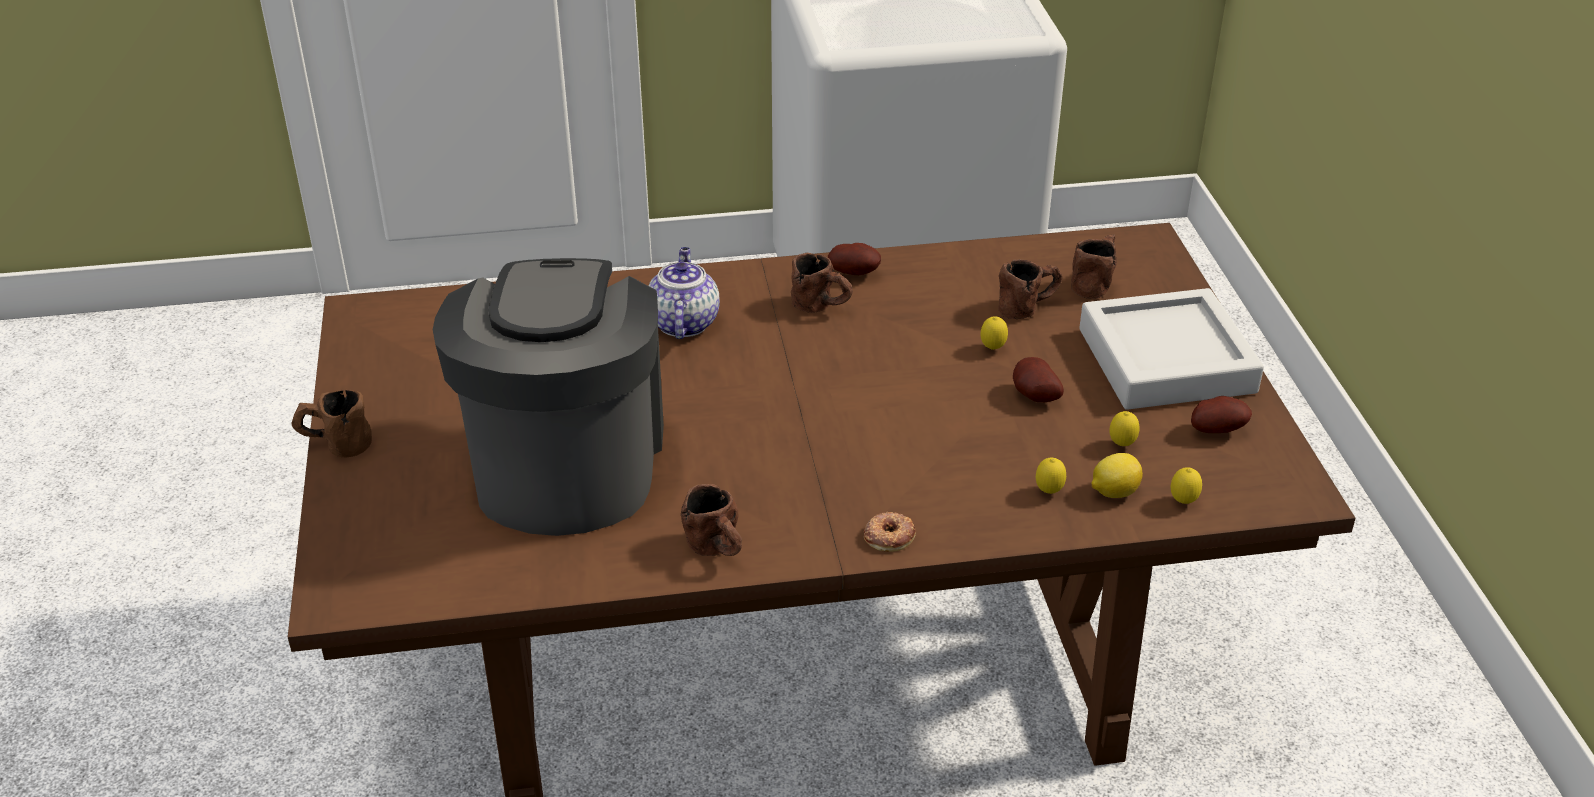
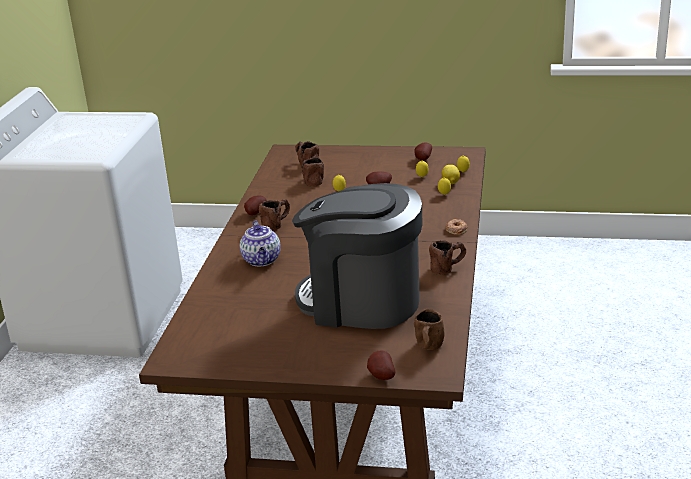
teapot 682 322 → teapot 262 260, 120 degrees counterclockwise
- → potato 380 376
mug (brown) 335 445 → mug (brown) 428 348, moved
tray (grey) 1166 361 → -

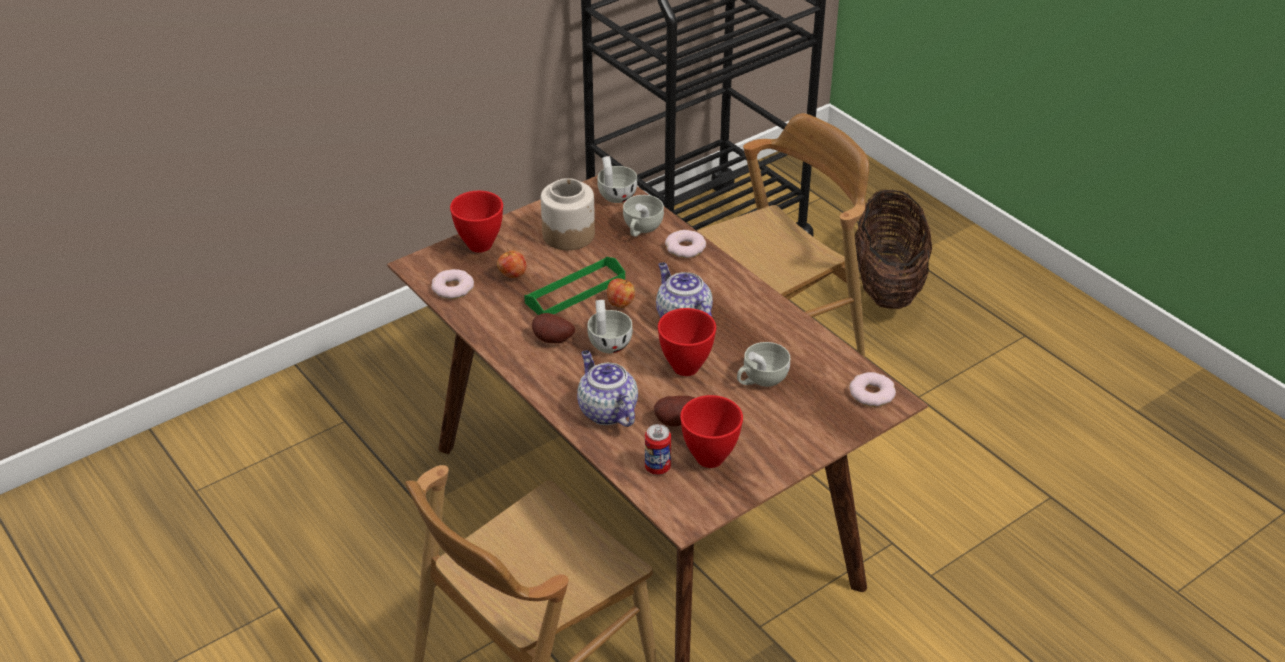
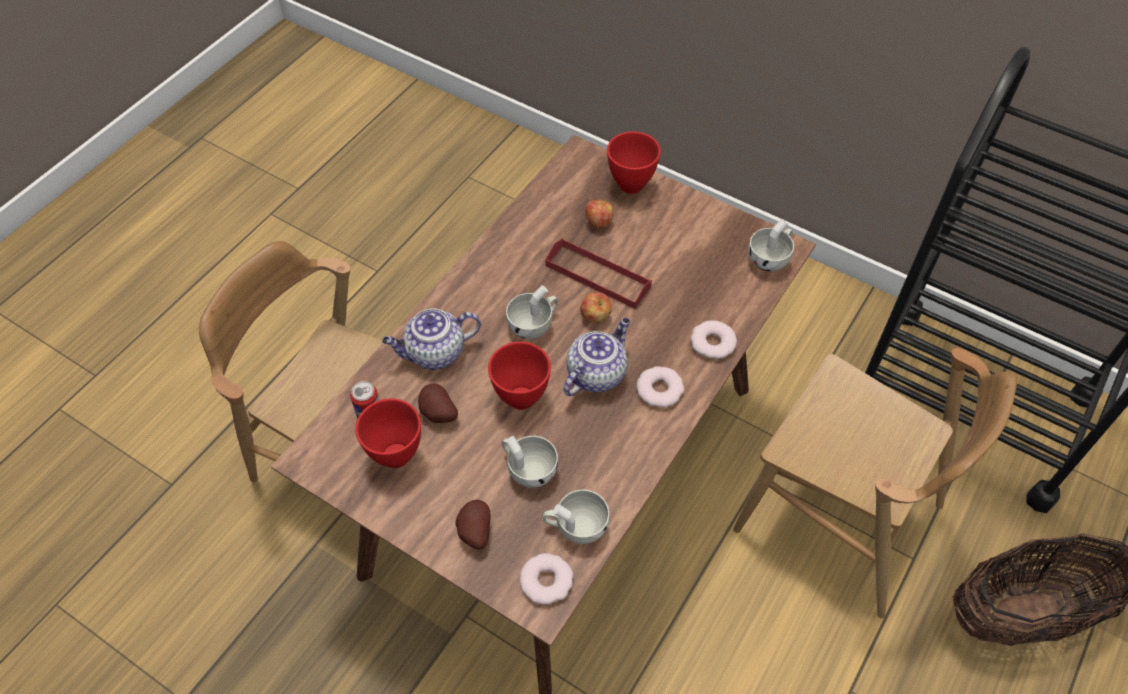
teapot 606 411 → teapot 434 353, 150 degrees counterclockwise
potato 552 341 → potato 473 532, moved
cup (white) 641 229 → cup (white) 575 526, moved
tray (green) 575 291 → tray (red) 597 276
donut 452 288 → donut 659 390, moved
jar 568 234 → -

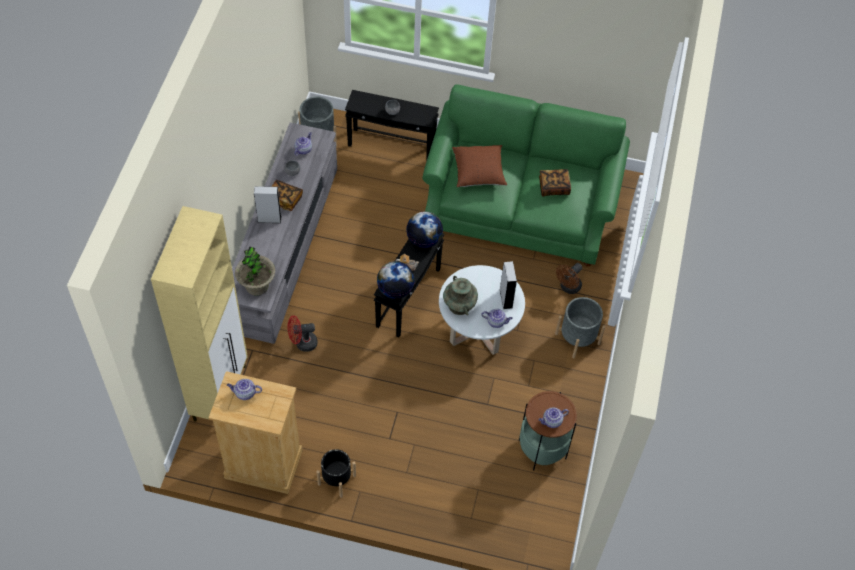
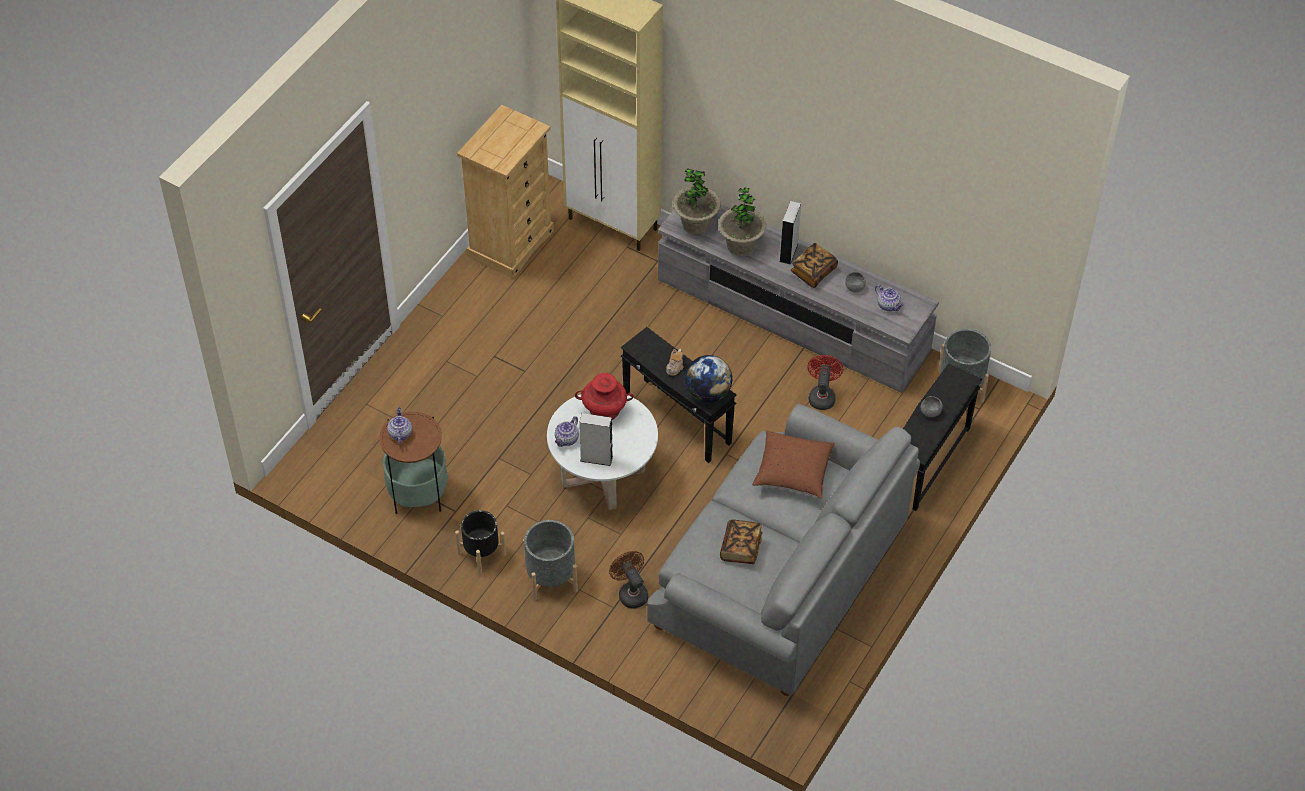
planter (black) 337 479 → planter (black) 482 554, moved
vase (turquoise) 459 305 → vase (red) 604 410
sofa (green) 520 207 → sofa (grey) 779 578
- → potted plant 741 245
fan (red) 302 343 → fan (red) 822 396, moved
teapot 245 393 → -
globe 395 290 → -

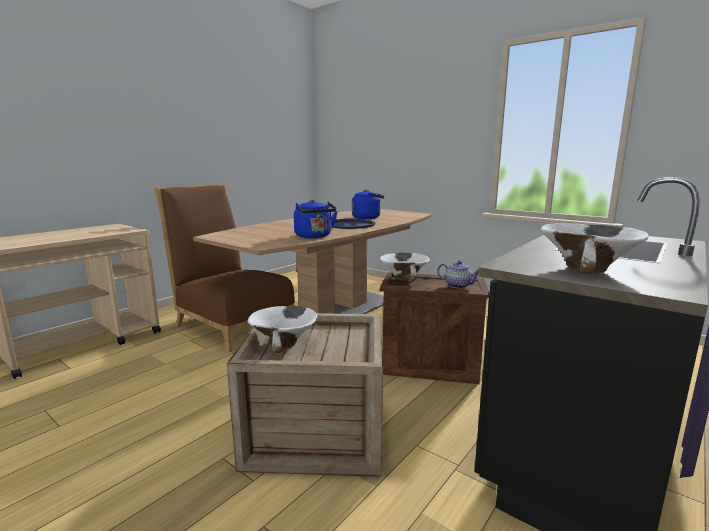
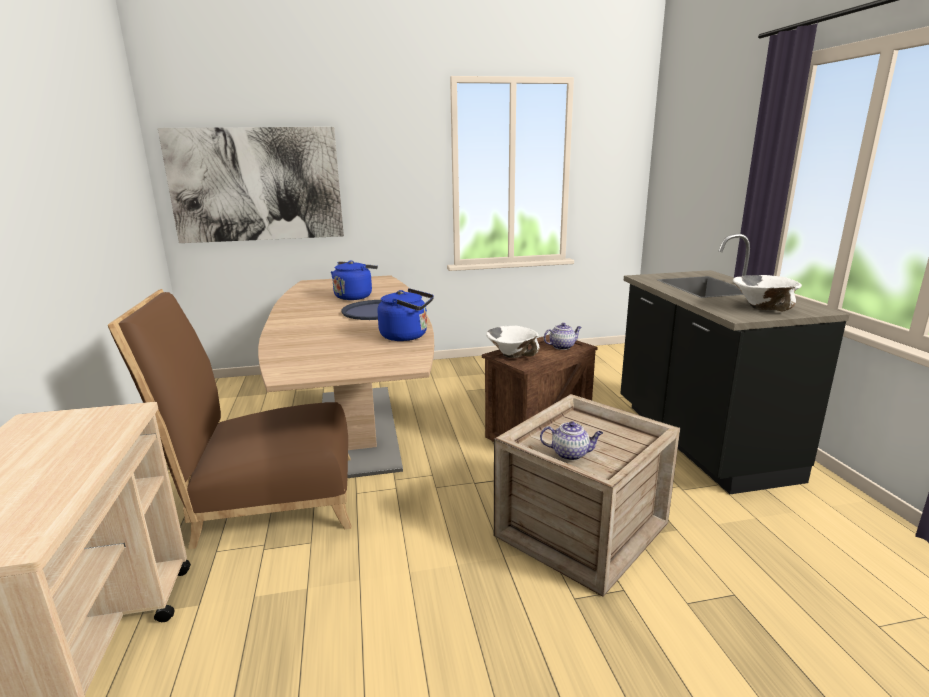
- → picture 256 185
bowl (white) 284 343 → teapot 571 454

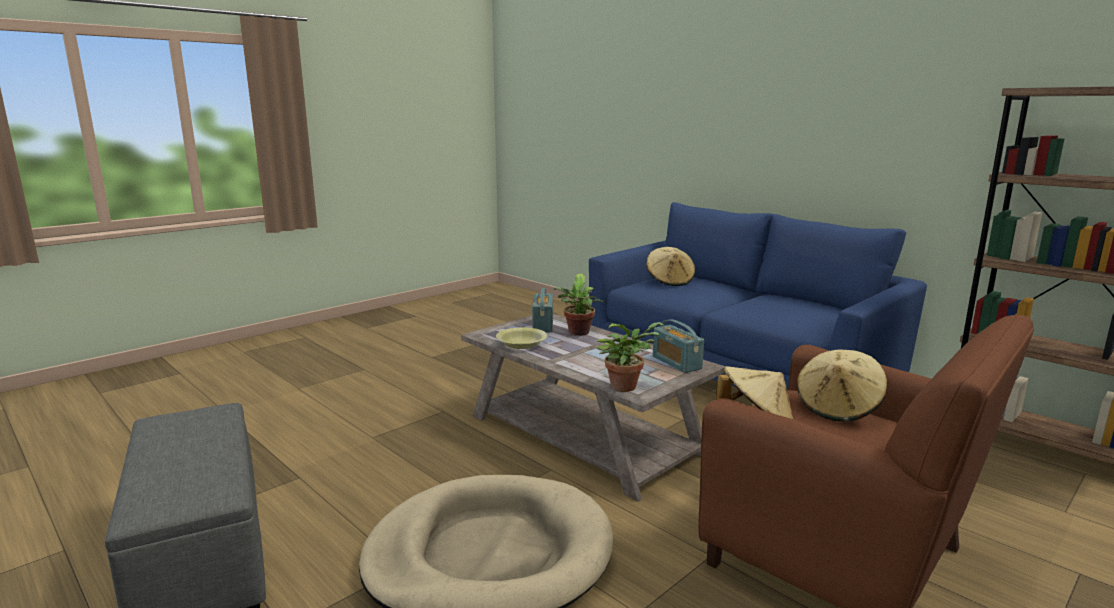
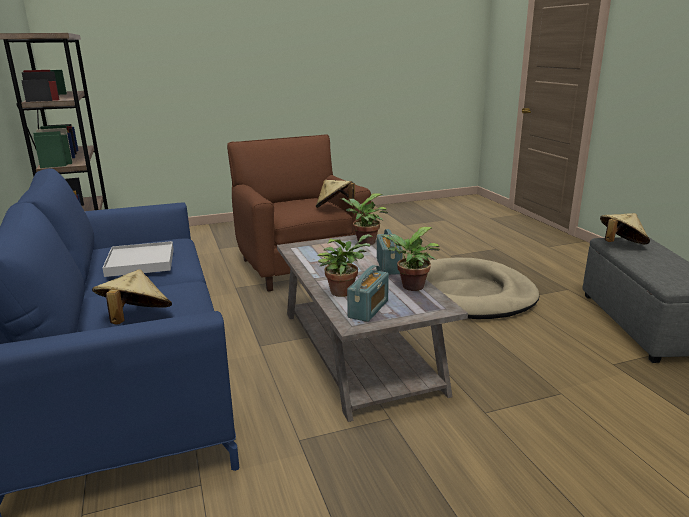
- → tray (white) 140 262
radio 676 363 → radio 389 266, moved
bowl (yellow) 521 344 → potted plant 410 287
hat (beige) 838 408 → hat (beige) 621 245, moved

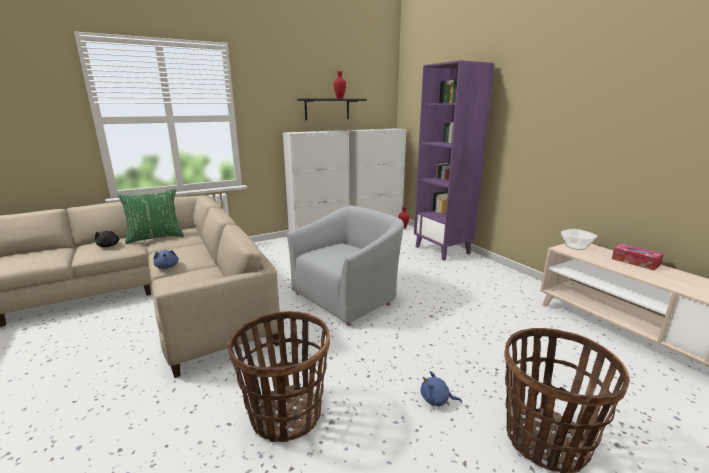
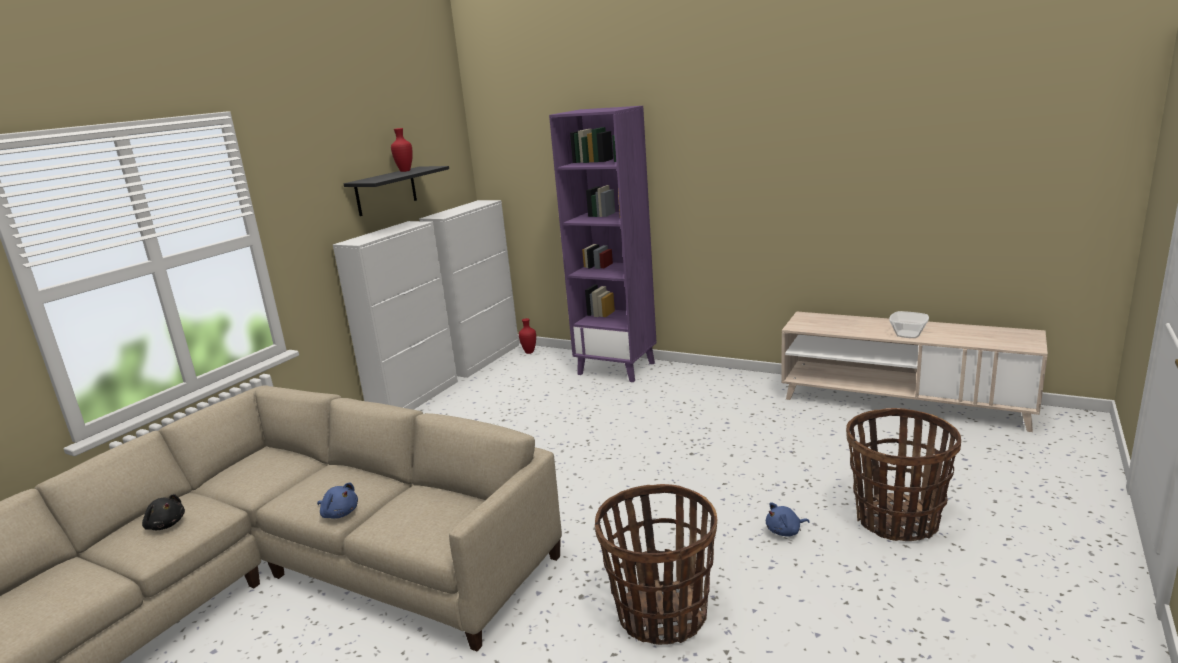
bowl 576 247 → bowl 907 334, moved
pillow (green) 155 238 → -
armchair (grey) 347 296 → -
tissue box 635 262 → -

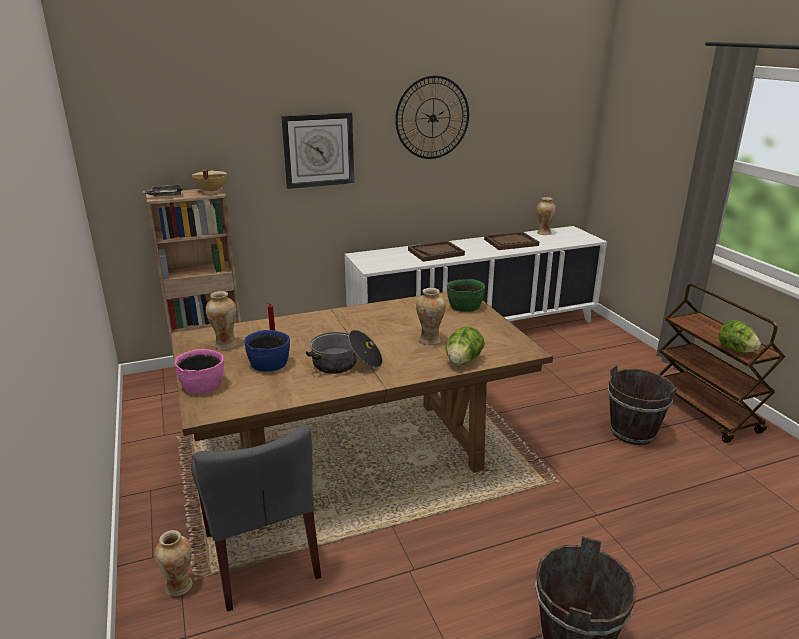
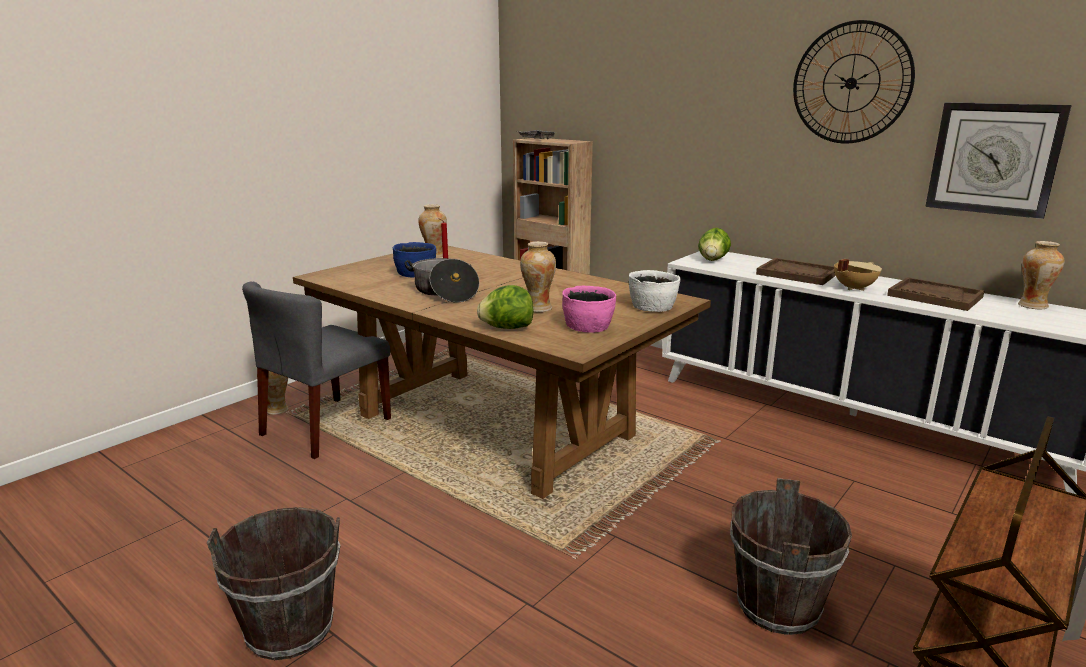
bowl (pink) 203 385 → bowl (pink) 589 326, moved
bowl (green) 464 306 → bowl (white) 652 306
lettuce 735 350 → lettuce 713 260, moved
cooking pot (beige) 210 191 → cooking pot (beige) 853 288, moved
wall clock 318 150 → wall clock 994 159, moved

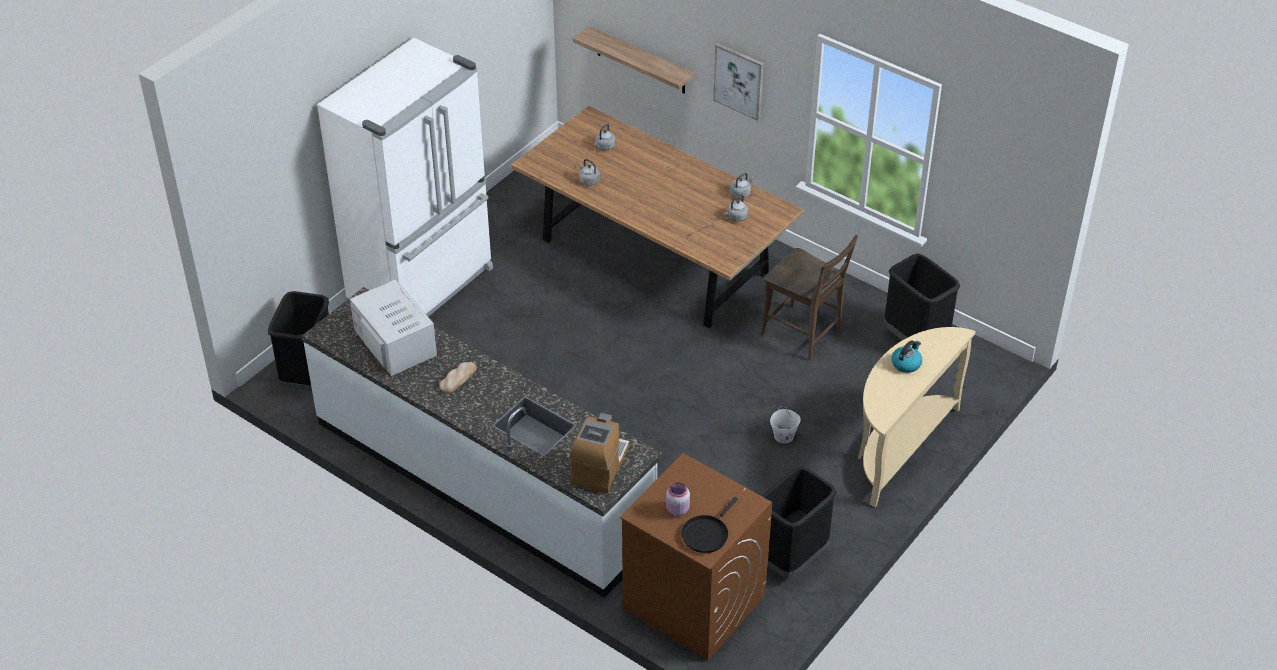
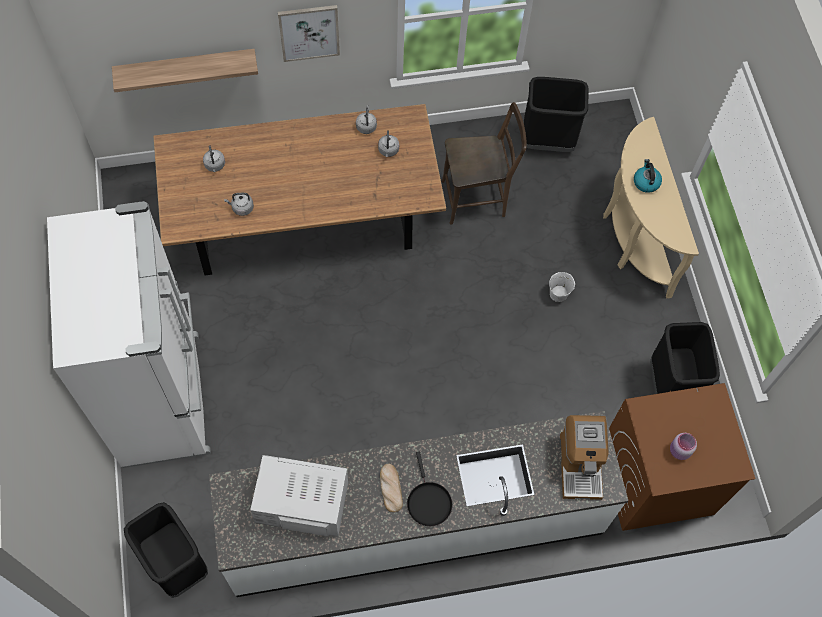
frying pan (black) 706 534 → frying pan (black) 428 501, moved
coffee machine 599 466 → coffee machine 580 464, 150 degrees counterclockwise

